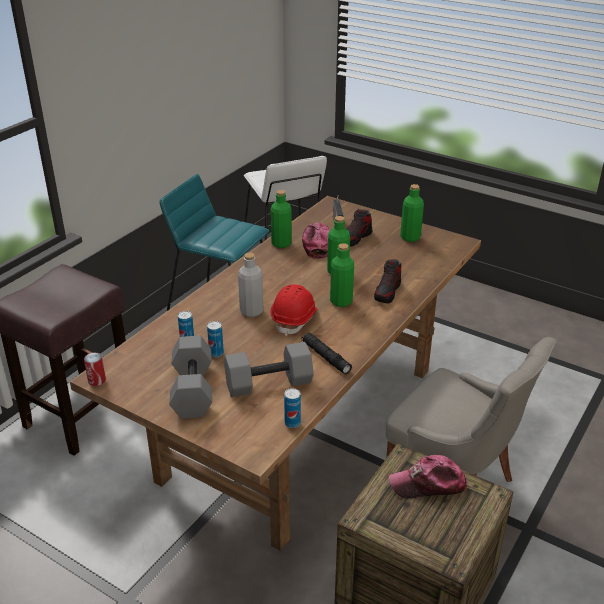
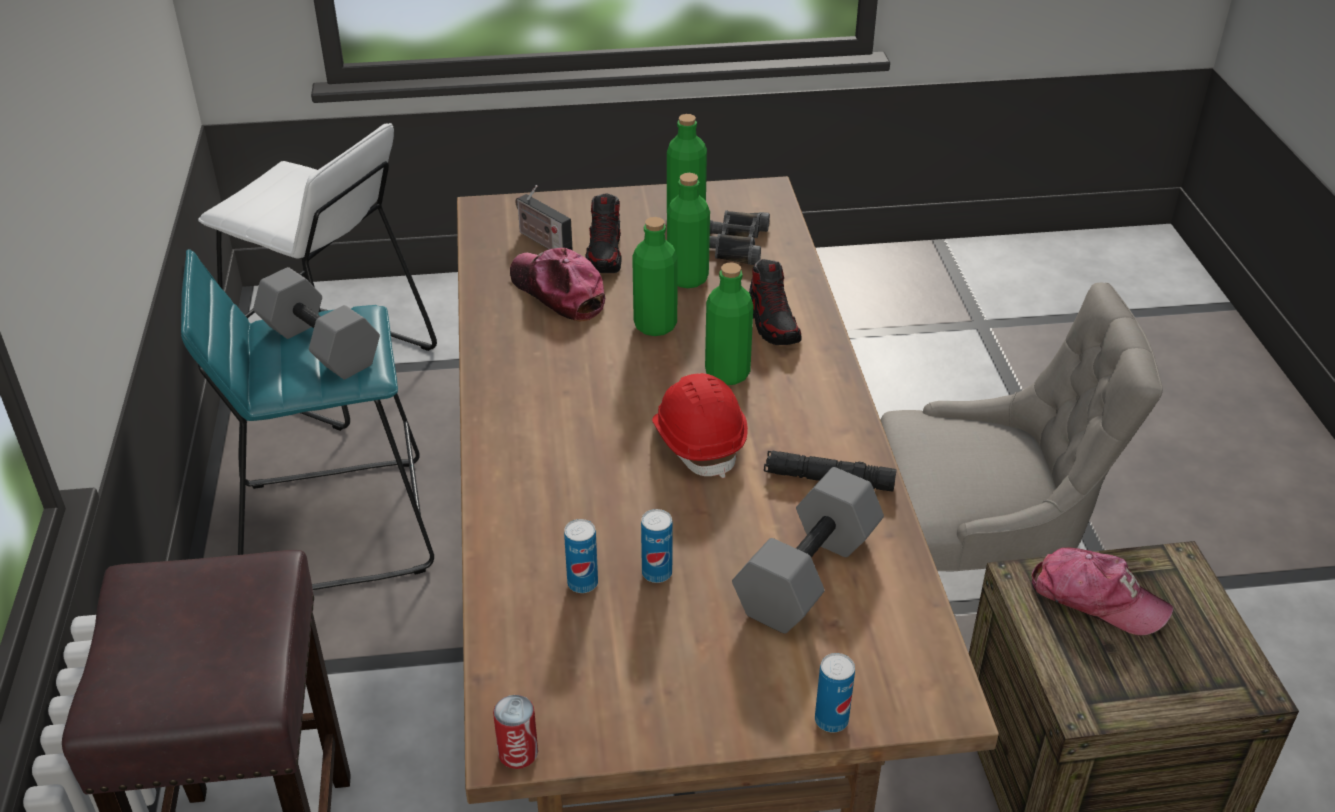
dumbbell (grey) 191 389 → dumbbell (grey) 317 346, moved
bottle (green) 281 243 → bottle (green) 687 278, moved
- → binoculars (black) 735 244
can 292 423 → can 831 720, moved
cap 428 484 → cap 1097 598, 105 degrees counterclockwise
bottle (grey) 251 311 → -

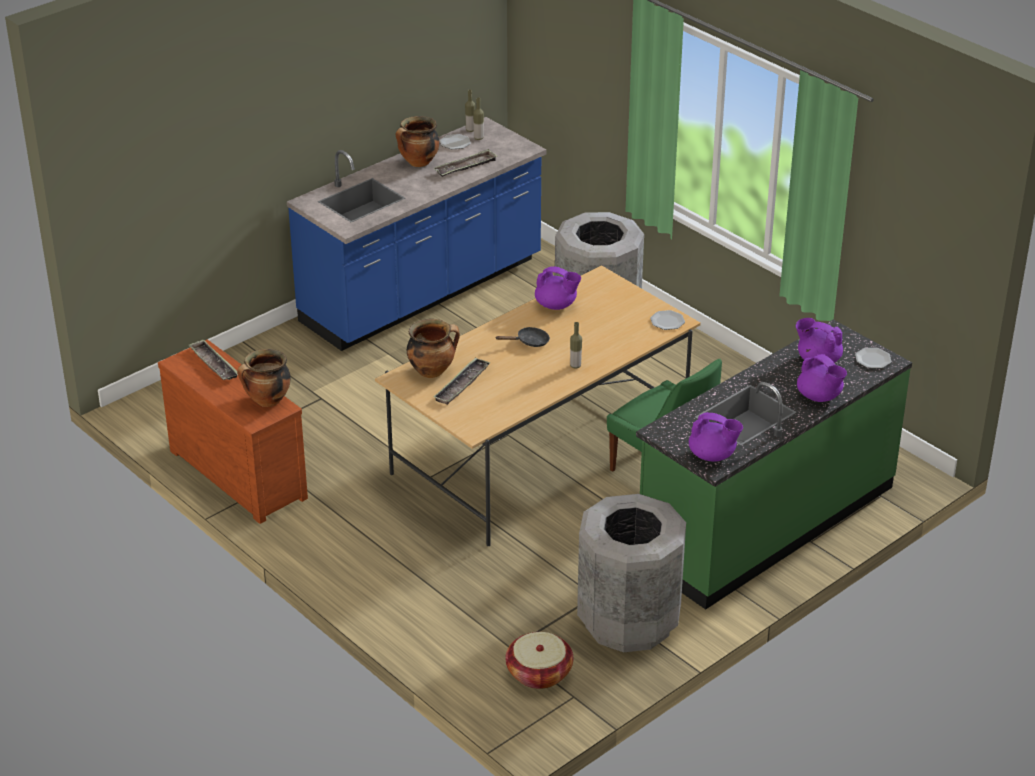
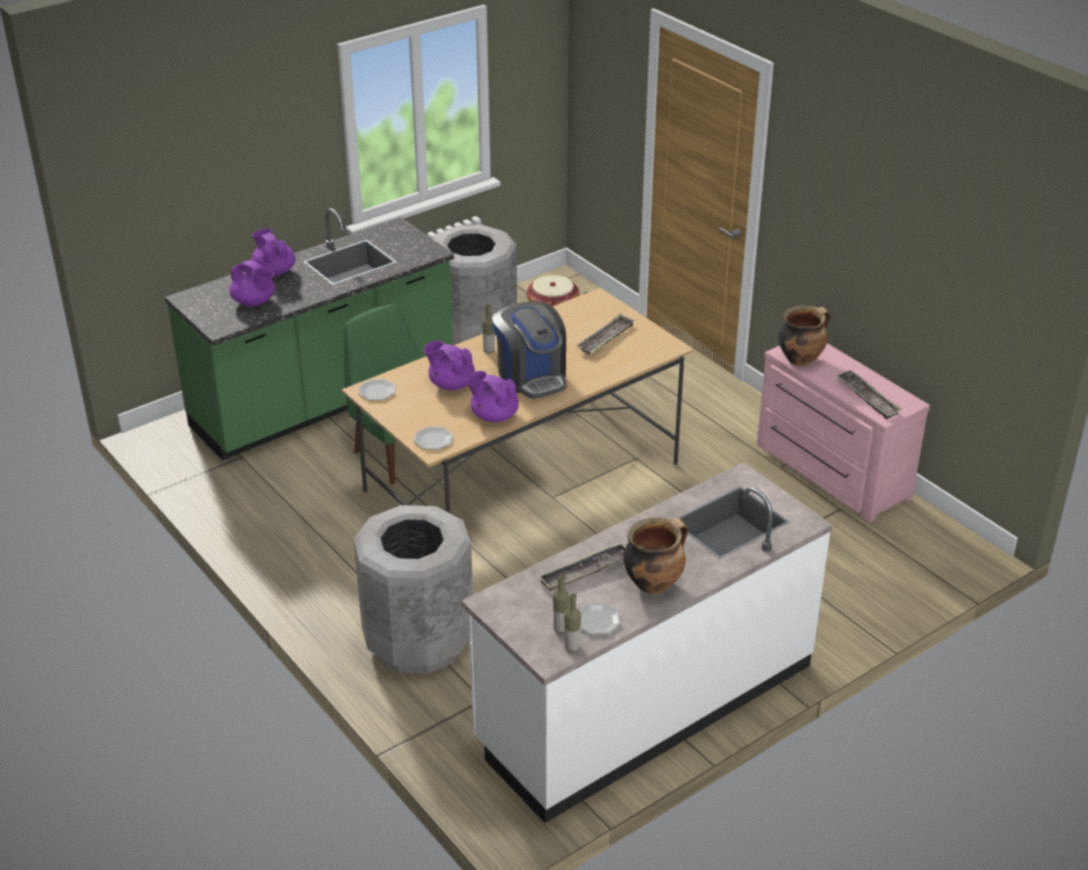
plate 873 359 → plate 433 439, moved
teapot (purple) 712 455 → teapot (purple) 451 384, moved
counter (blue) 423 292 → counter (white) 644 704
frying pan (black) 529 342 → coffee machine 531 376
dresser (brown) 241 472 → dresser (pink) 829 472
cooking pot 432 371 → -

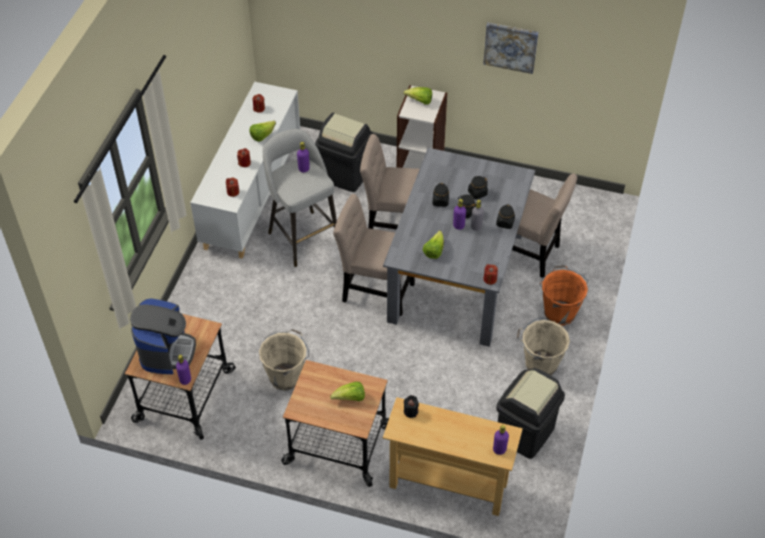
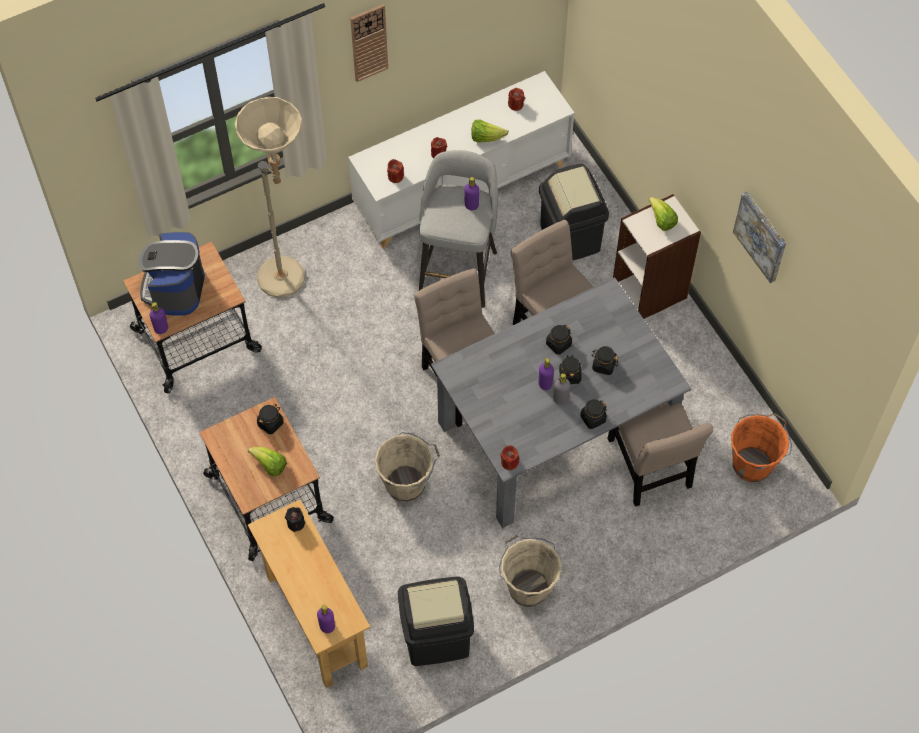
coffee machine 166 351 → coffee machine 174 289, 135 degrees clockwise
- → floor lamp (beige) 289 282
- → jar (black) 270 423
- → wall clock 369 42
bucket (beige) 286 376 → bucket (beige) 407 483, moved
bucket (orange) 559 312 → bucket (orange) 753 463, moved
lettuce 434 251 → -

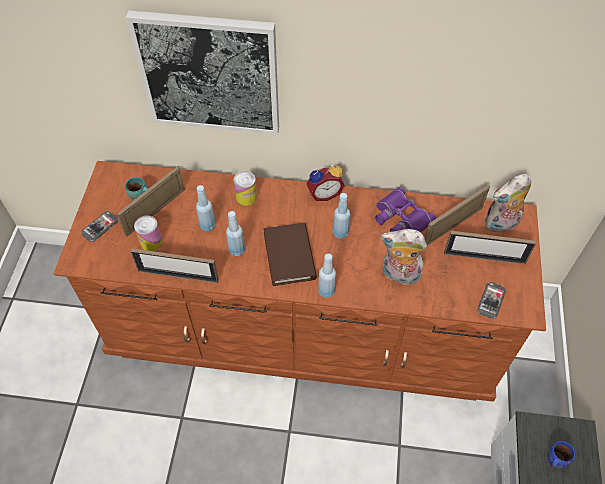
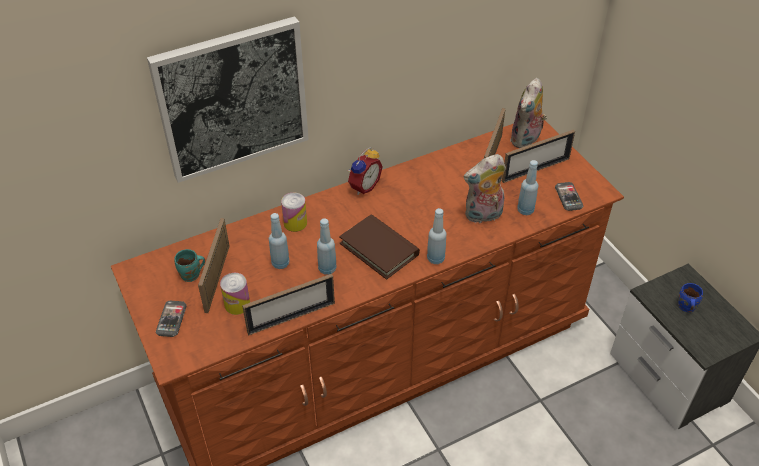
bottle (blue) 340 232 → bottle (blue) 525 210, moved
binoculars (purple) 400 218 → -

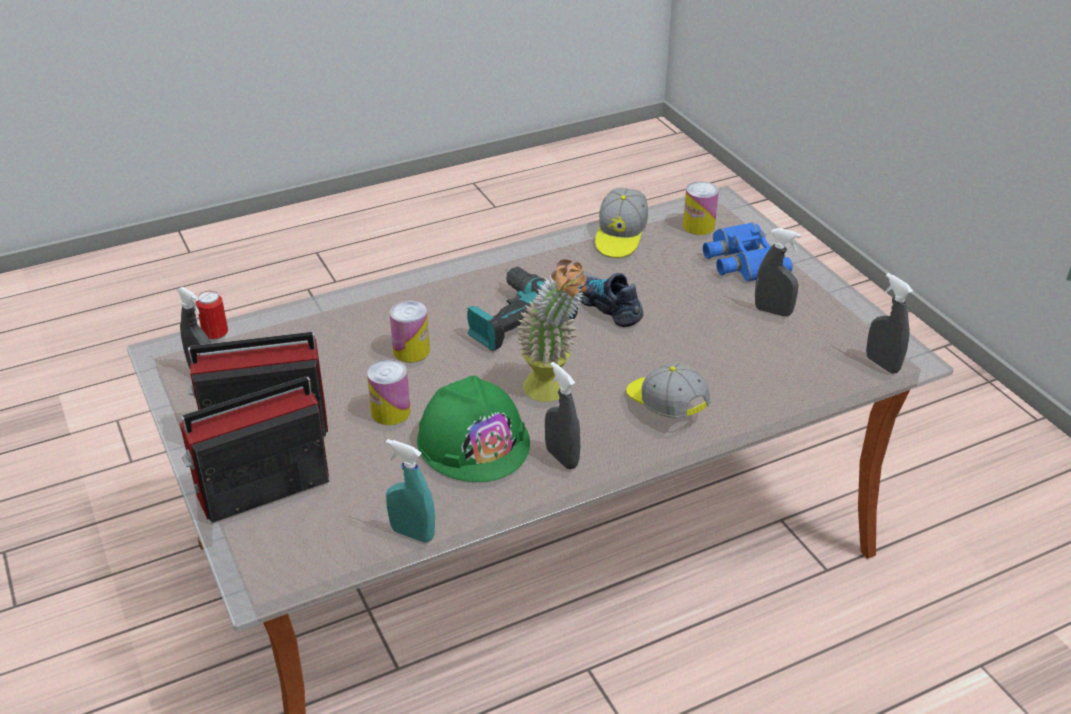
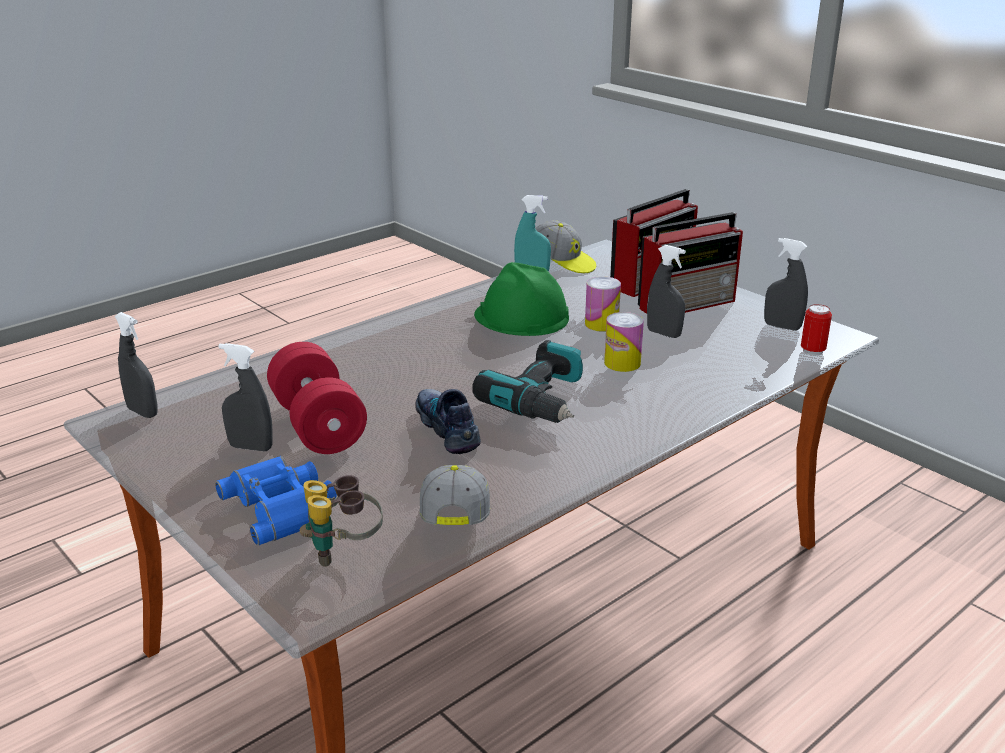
- → dumbbell (red) 318 425
can 698 226 → binoculars 343 551
shoe 605 304 → shoe 448 428, 150 degrees counterclockwise
cap 665 405 → cap 563 262, moved
spray bottle (grey) 561 458 → spray bottle (grey) 663 334, moved
potted plant 553 393 → -

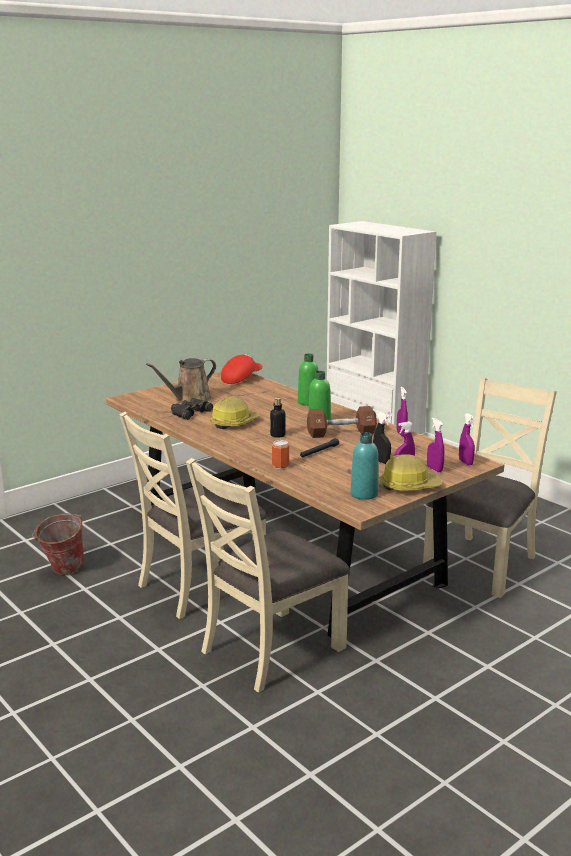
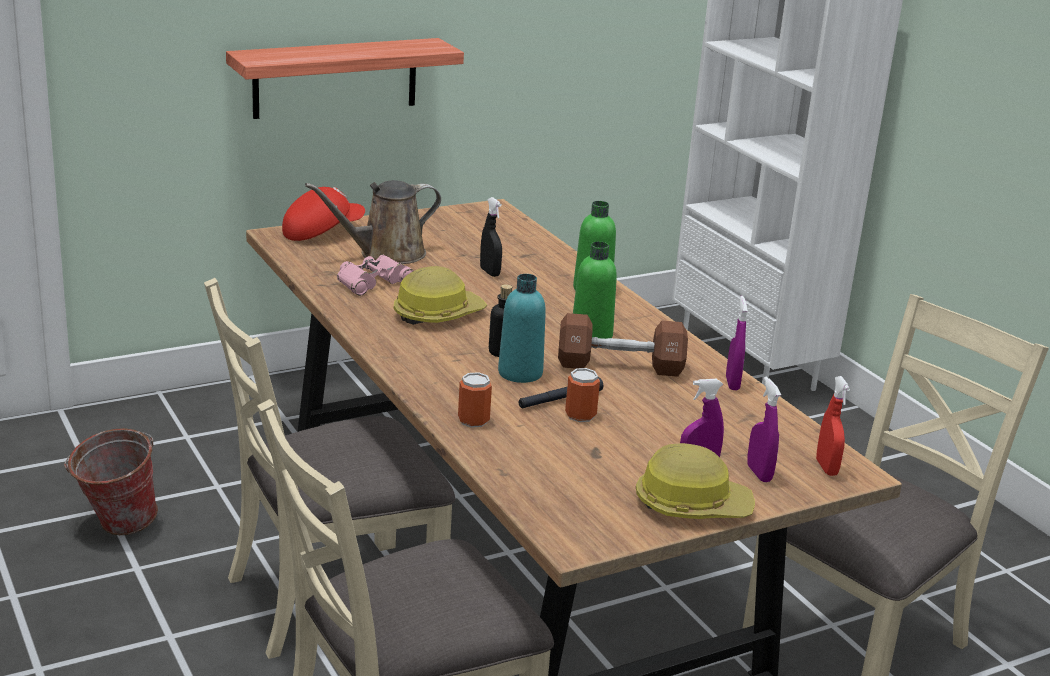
- → shelf 335 78
cap (red) 241 379 → cap (red) 321 232, moved
binoculars (black) 190 413 → binoculars (pink) 372 282
spray bottle (black) 381 461 → spray bottle (black) 490 272, moved
bottle (turquoise) 364 494 → bottle (turquoise) 520 373, moved
- → can 580 415
spray bottle (purple) 465 462 → spray bottle (red) 826 468

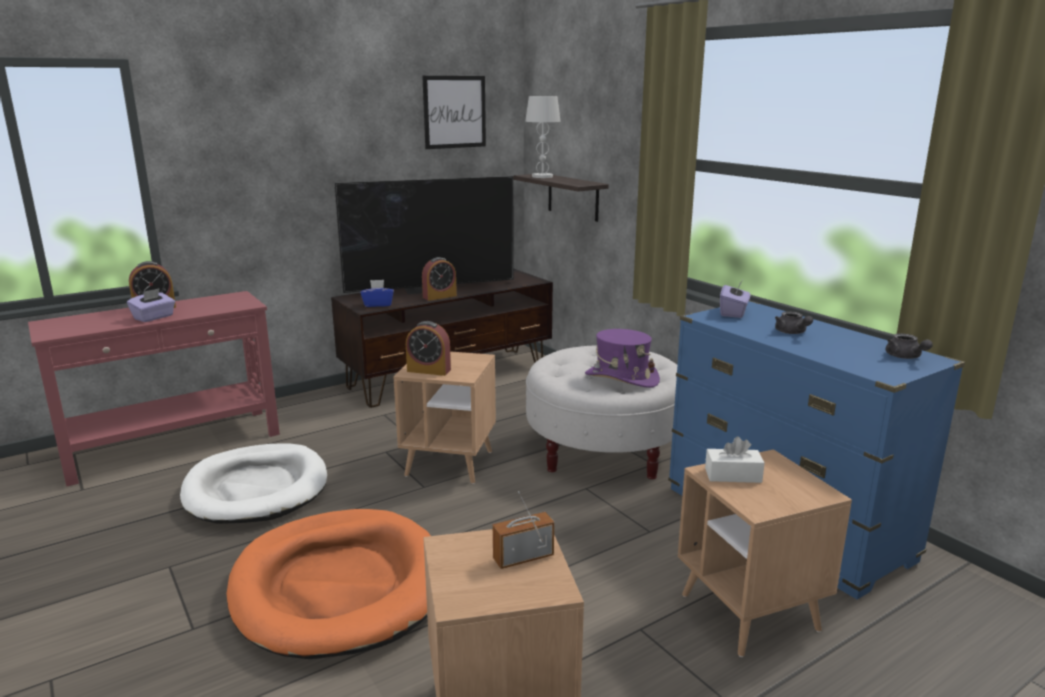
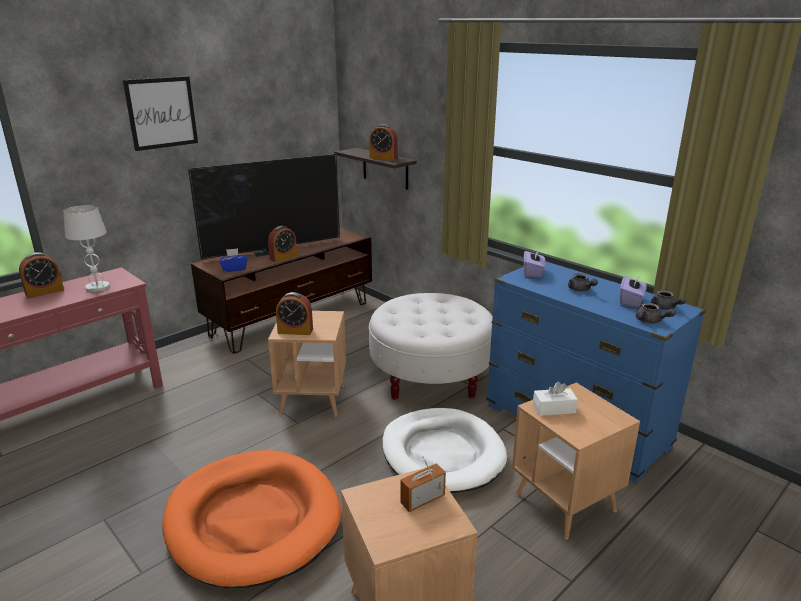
table lamp (white) 542 176 → table lamp (white) 97 287, moved
picture 454 112 → picture 162 113, moved
- → alarm clock 383 158
dog bed (white) 256 489 → dog bed (white) 442 454, moved
tissue box (purple) 154 317 → tissue box (purple) 631 301, moved
- → teapot (grey) 651 321
hat (purple) 621 378 → -

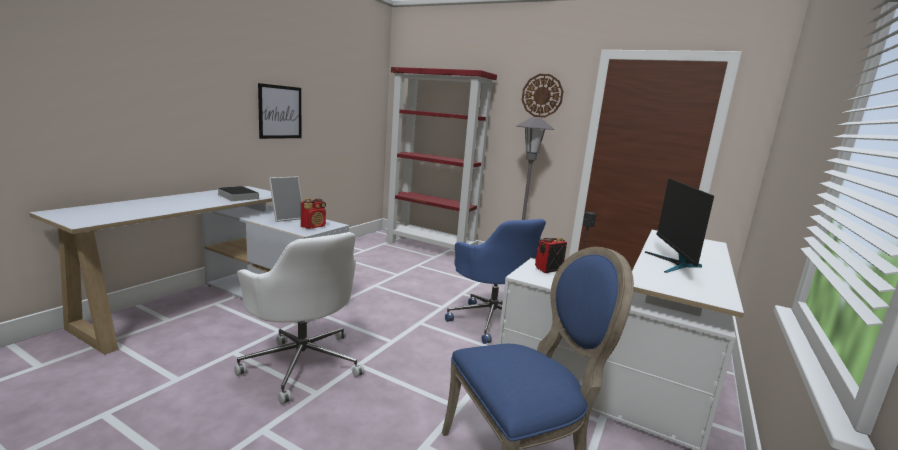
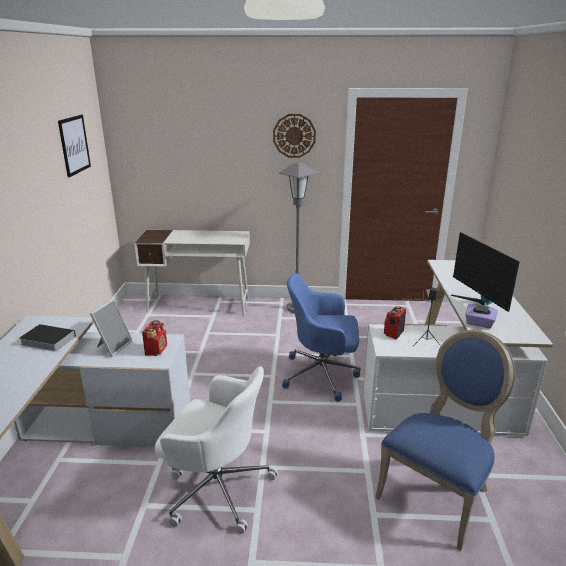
picture 280 112 → picture 74 145, moved
bookcase (red) 431 248 → desk (white) 199 305
office chair (blue) 491 320 → office chair (blue) 322 374, 150 degrees clockwise
- → tissue box (purple) 479 323

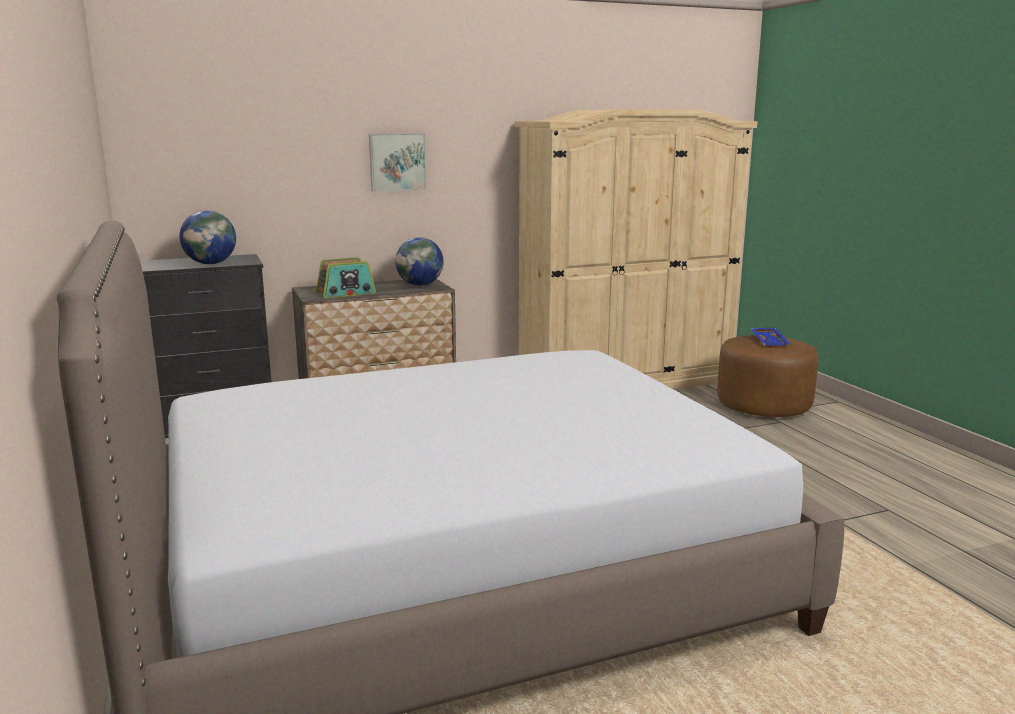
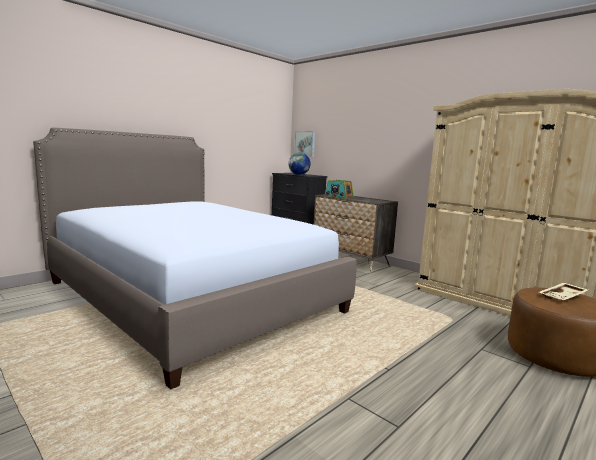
picture 397 162 → picture 305 144, moved
tray (blue) 770 342 → tray (beige) 563 297
globe 420 285 → -

